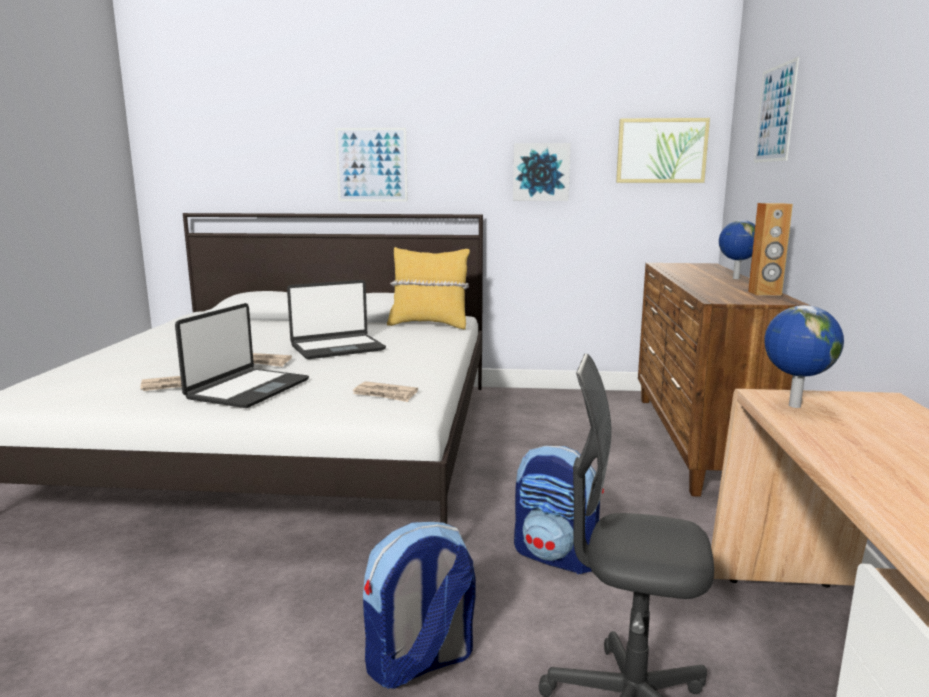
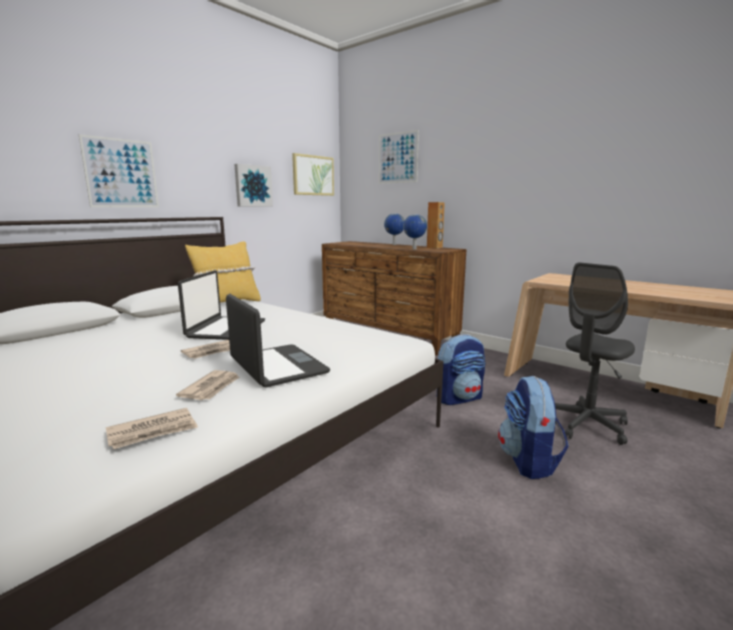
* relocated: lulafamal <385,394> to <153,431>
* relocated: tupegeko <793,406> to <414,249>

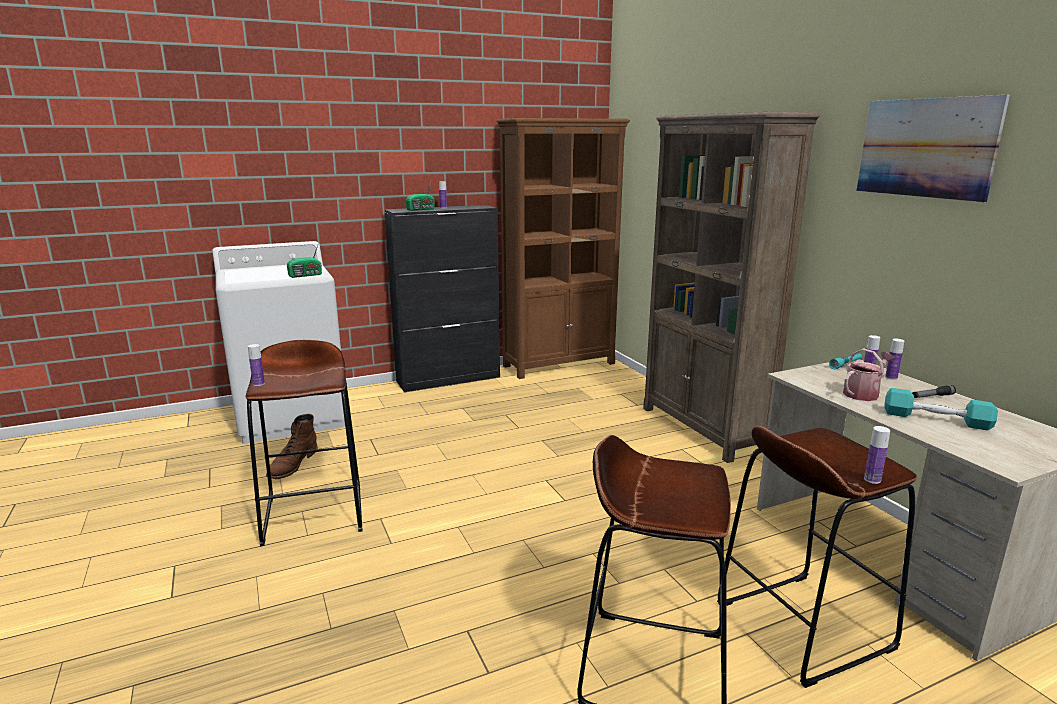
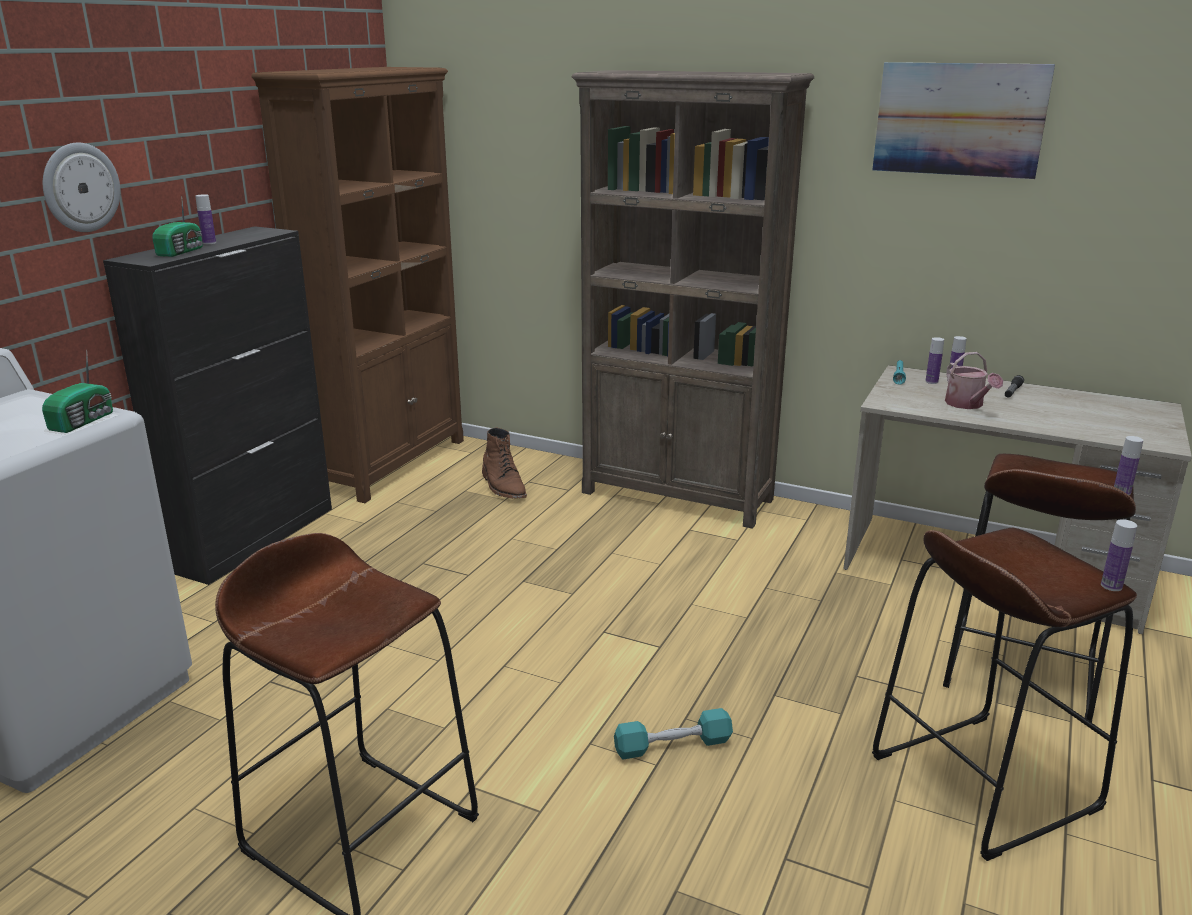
* appeared: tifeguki <80,187>
* relocated: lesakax <258,384> to <1111,586>
* relocated: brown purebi <292,464> to <503,486>
* relocated: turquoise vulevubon <936,419> to <672,745>
* spun: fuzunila <863,393> = <967,405> 150 degrees clockwise

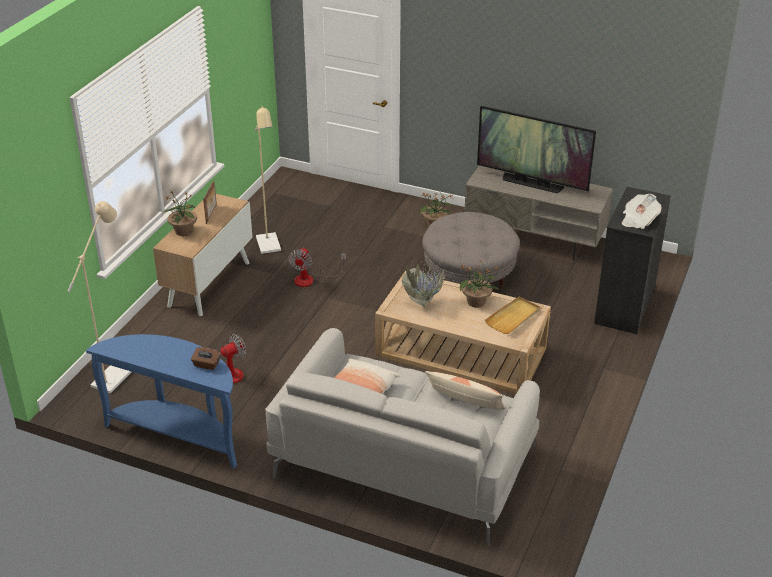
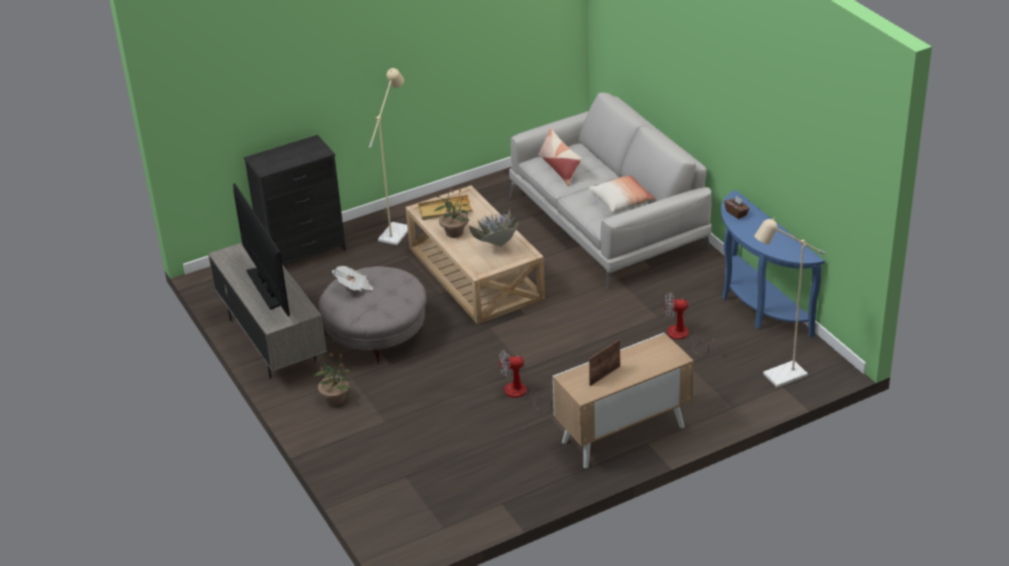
* missing: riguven <183,231>
* relocated: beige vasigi <269,247> to <397,230>
* relocated: lulafamal <638,220> to <354,287>
* spun: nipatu <310,279> = <522,394> 150 degrees counterclockwise

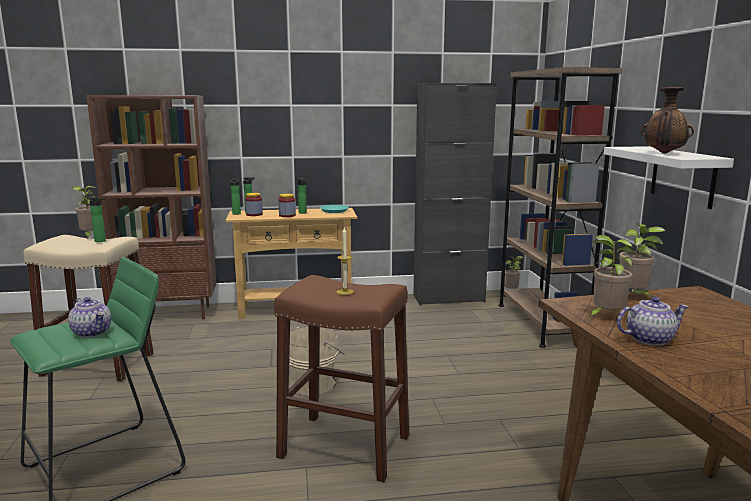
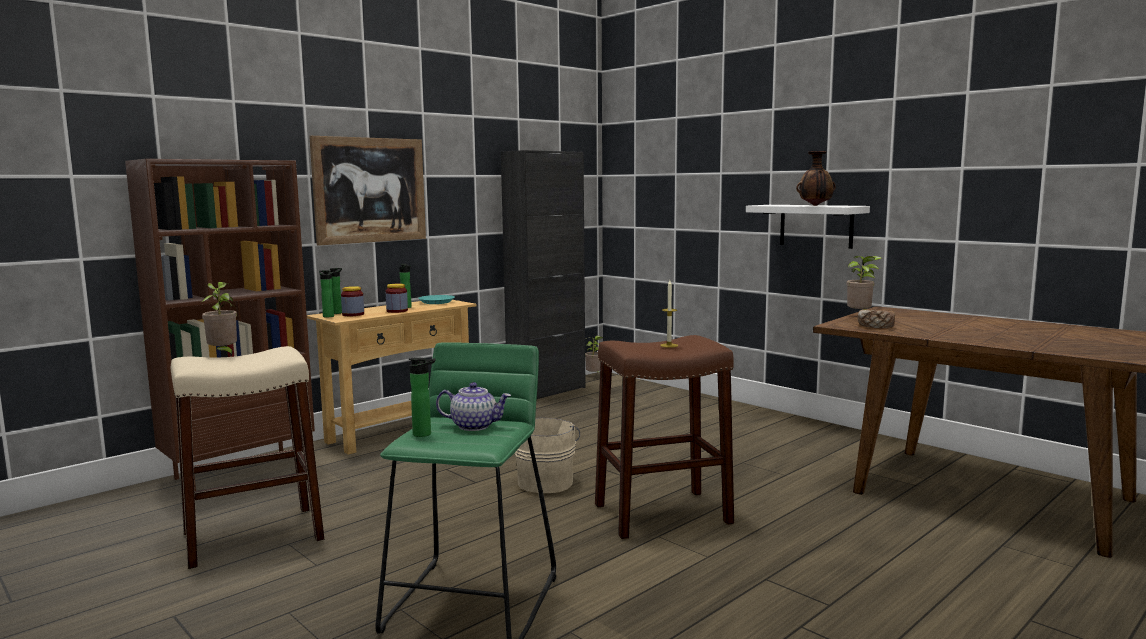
* missing: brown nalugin <541,323>
* missing: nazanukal <649,339>
* appeared: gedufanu <370,190>
* relocated: lesakax <101,241> to <425,434>
* exchanged: riguven <605,316> to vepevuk <876,327>

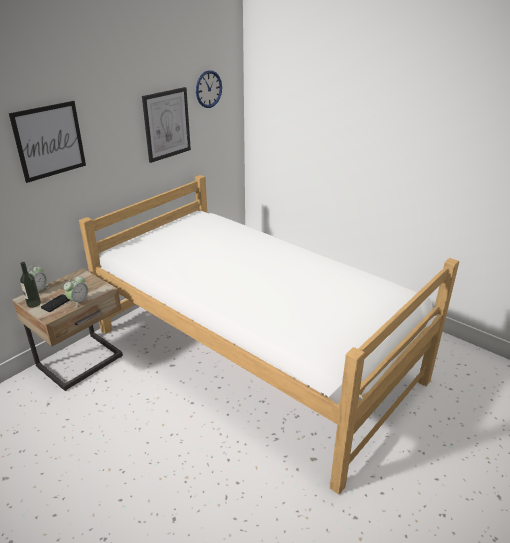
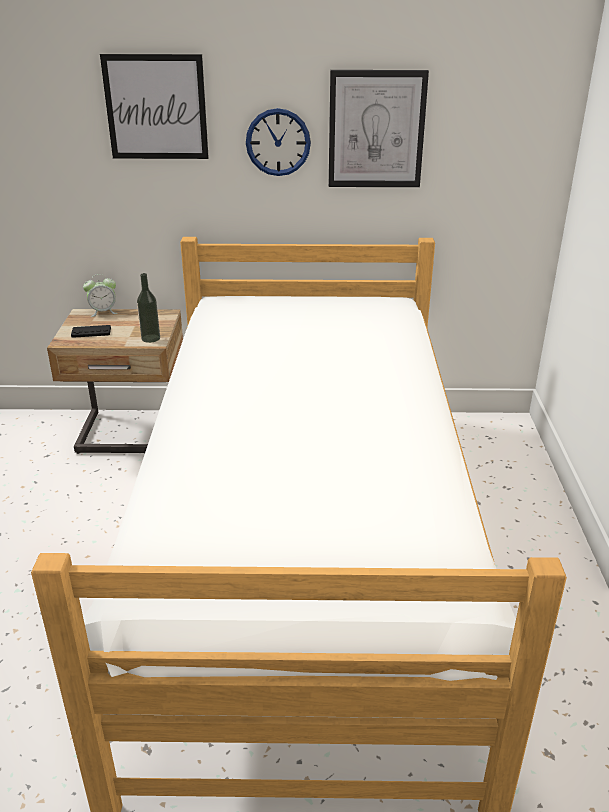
* missing: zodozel <79,301>
* relocated: lesakax <34,304> to <150,338>
* relocated: tifeguki <208,89> to <278,142>

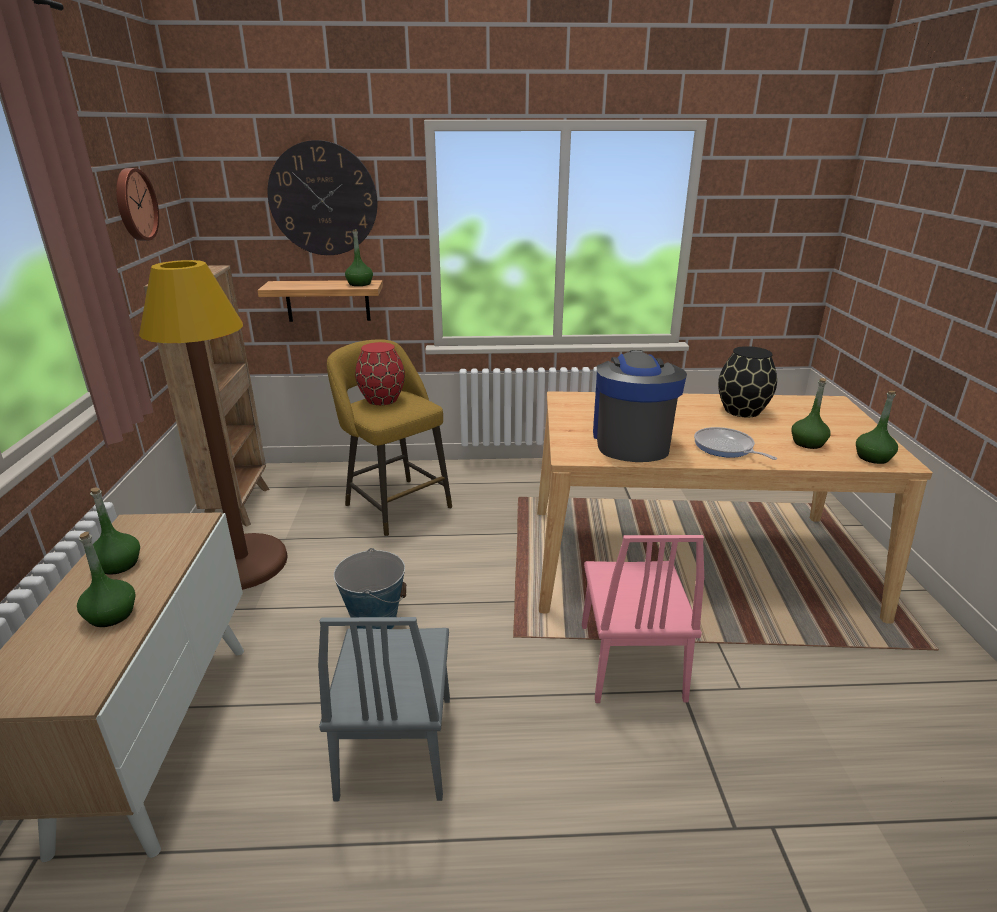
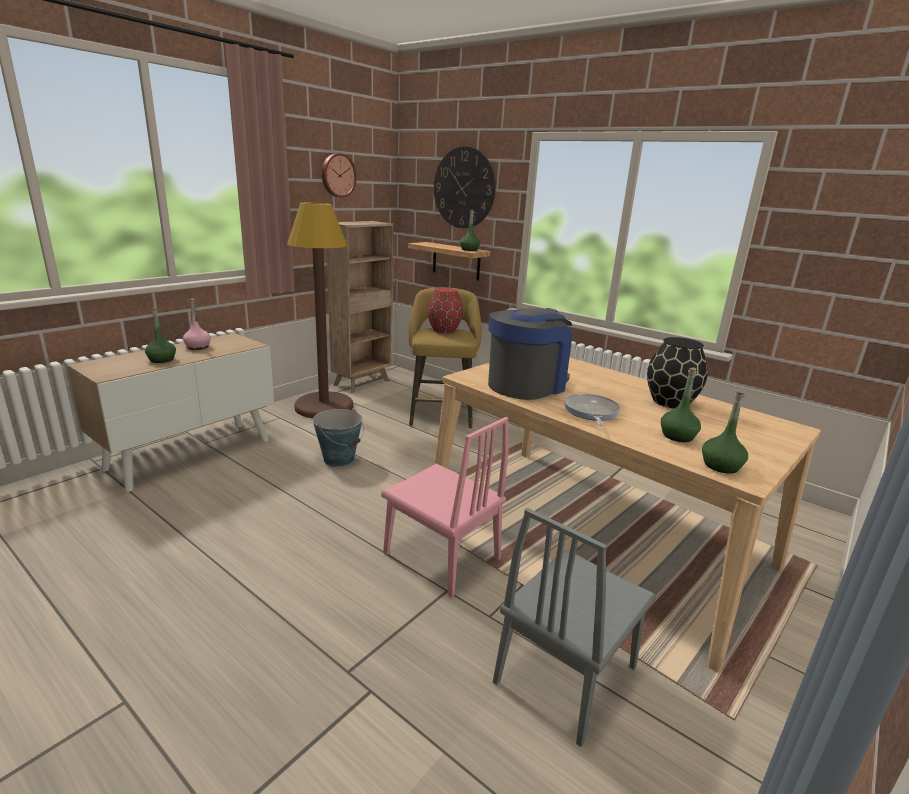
* relocated: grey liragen <396,745> to <566,674>
* colour: green lesakax <119,564> to pink lesakax <198,347>
* spun: pink liragen <631,661> = <441,556> 90 degrees counterclockwise

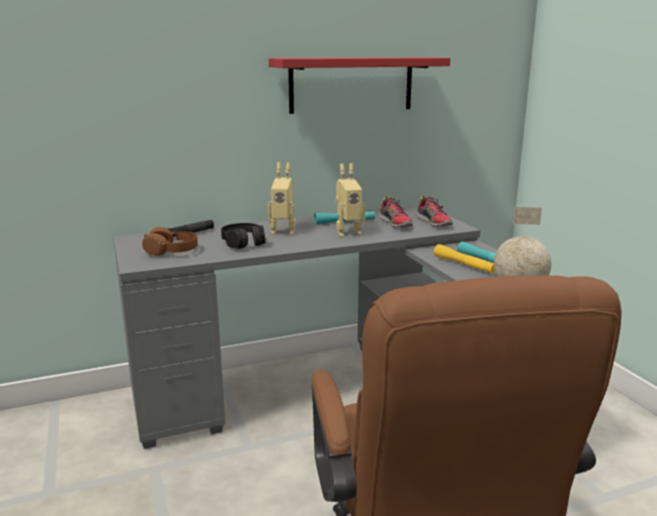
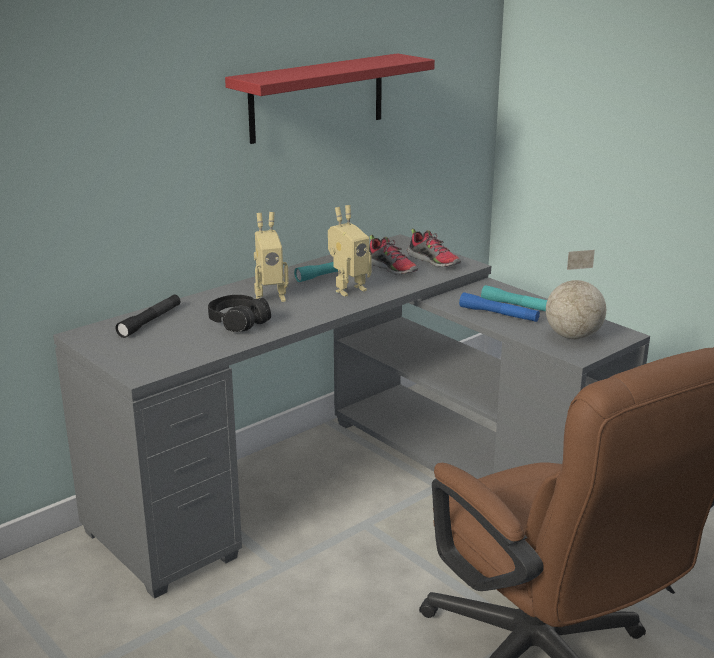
* missing: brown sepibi <172,251>
* colour: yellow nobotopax <464,265> to blue nobotopax <498,314>

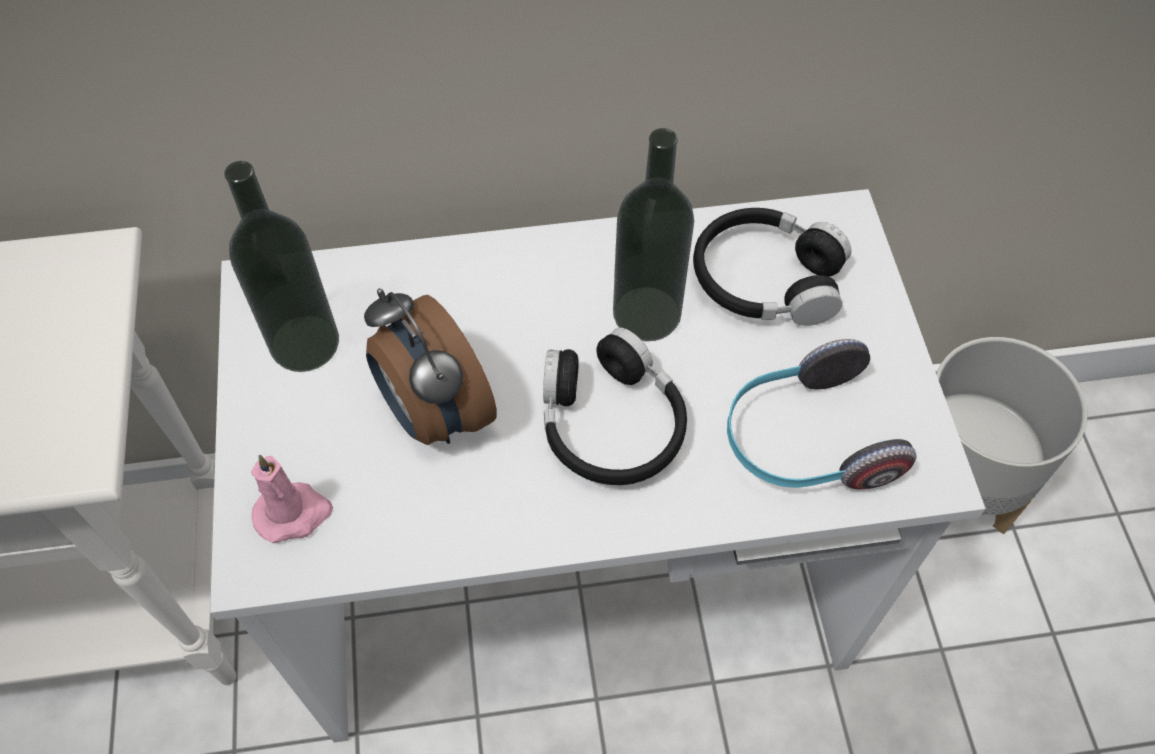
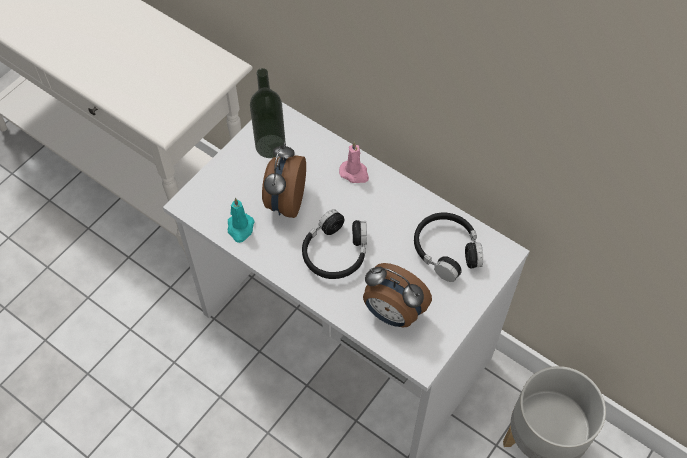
* missing: lesakax <646,313>
* appeared: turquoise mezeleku <240,228>
* relocated: pink mezeleku <293,513> to <354,173>
* exchanged: sepibi <804,441> to zodozel <392,313>

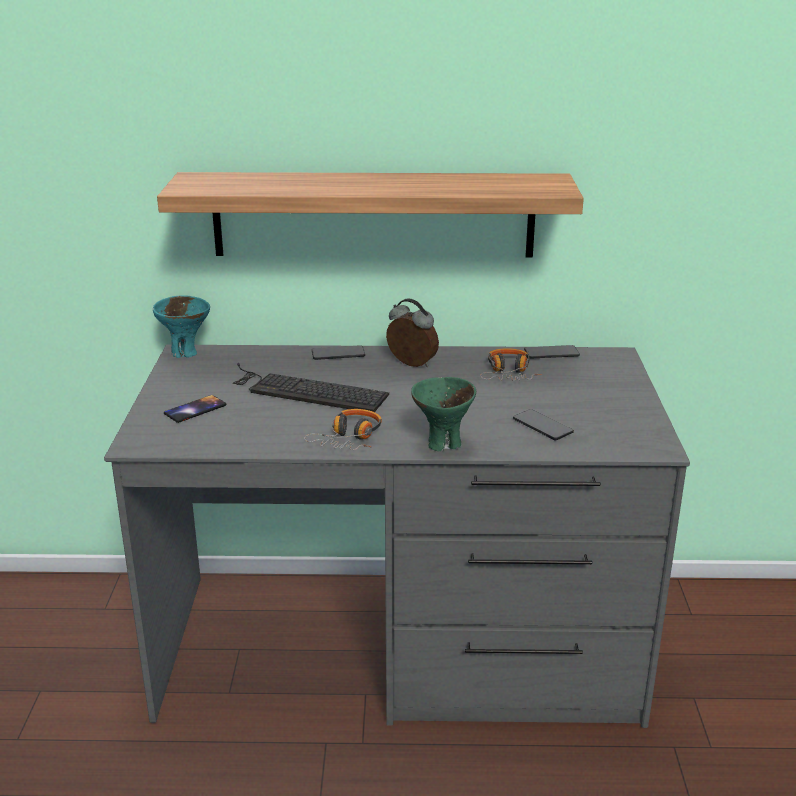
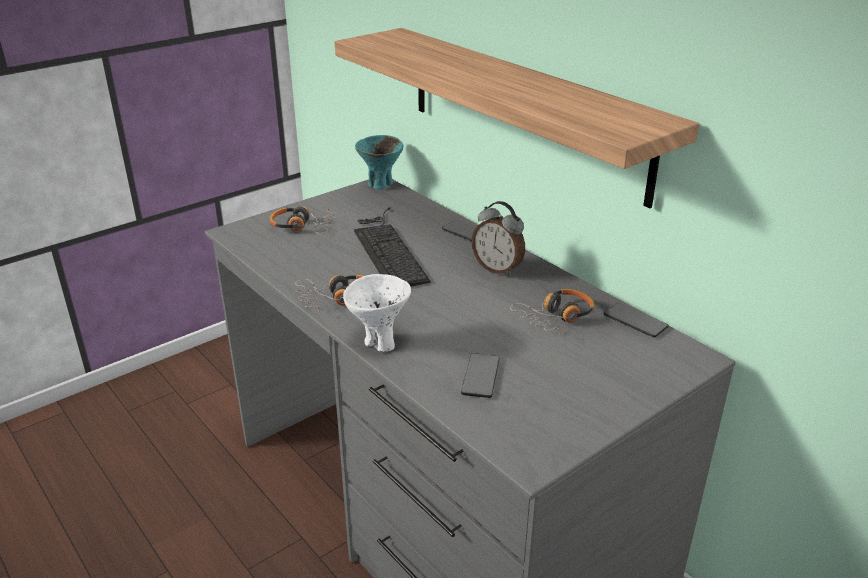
* exchanged: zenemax <195,409> to sepibi <303,226>
* colour: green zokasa <443,444> to white zokasa <380,342>
* spun: zodozel <411,365> = <498,268> 135 degrees clockwise

